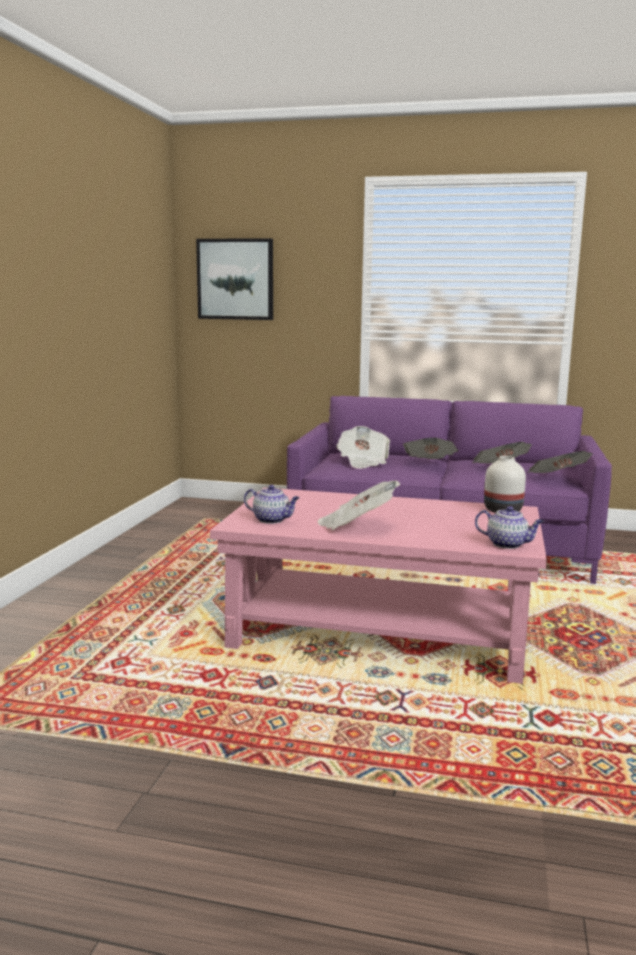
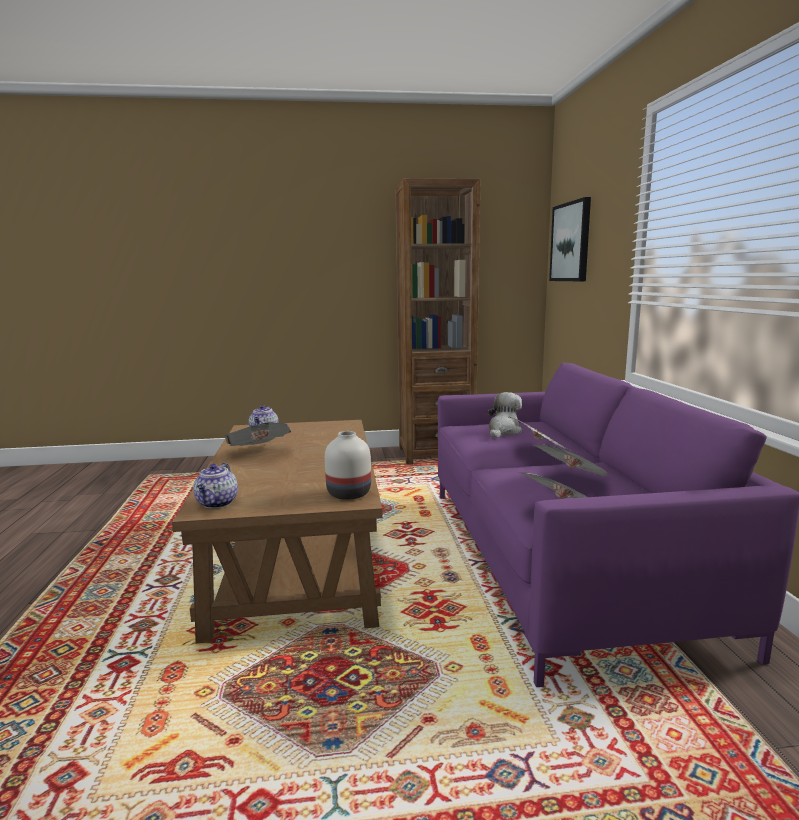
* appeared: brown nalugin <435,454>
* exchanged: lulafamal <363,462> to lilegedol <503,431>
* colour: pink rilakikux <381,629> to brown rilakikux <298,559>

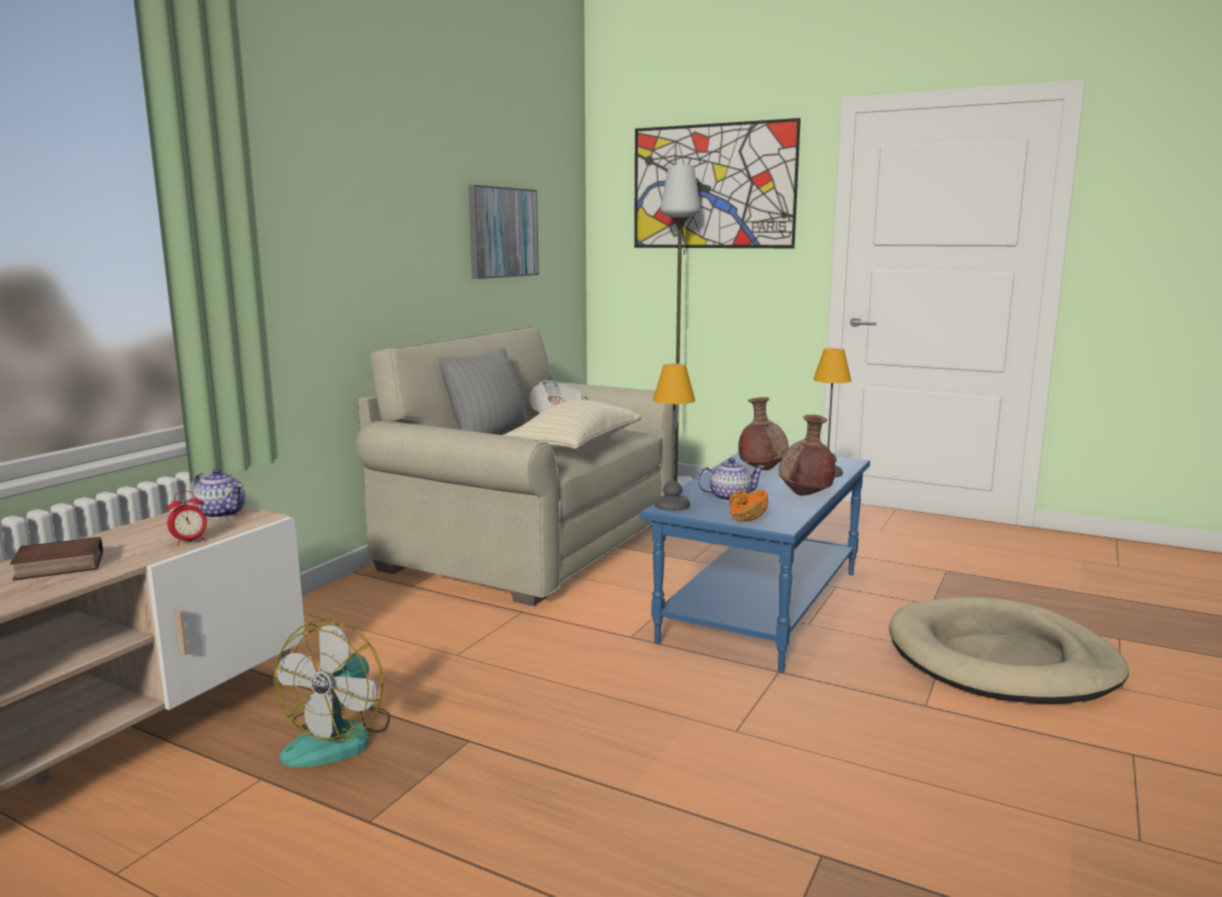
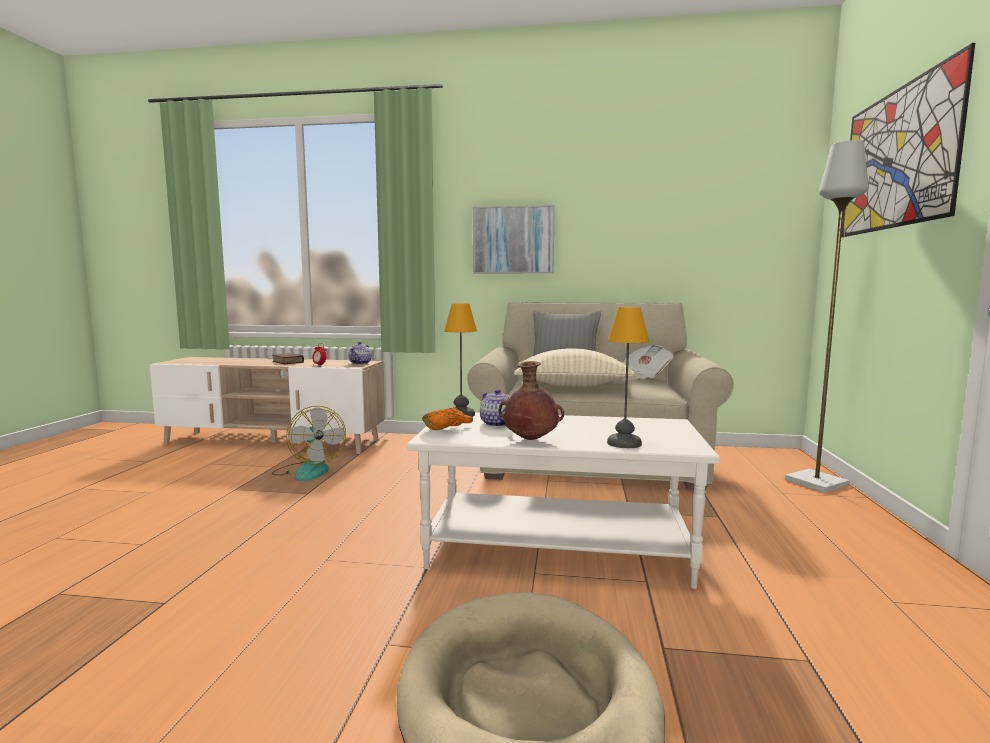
* missing: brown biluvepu <761,470>
* relocated: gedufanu <502,232> to <513,240>
* colour: blue rilakikux <760,605> to white rilakikux <558,548>
* spun: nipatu <339,737> = <308,470> 120 degrees counterclockwise

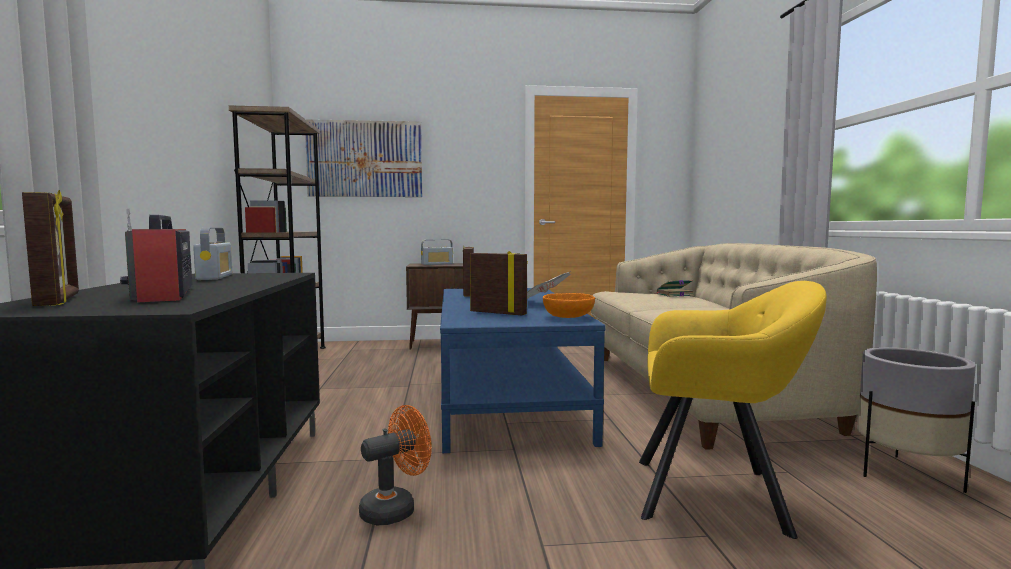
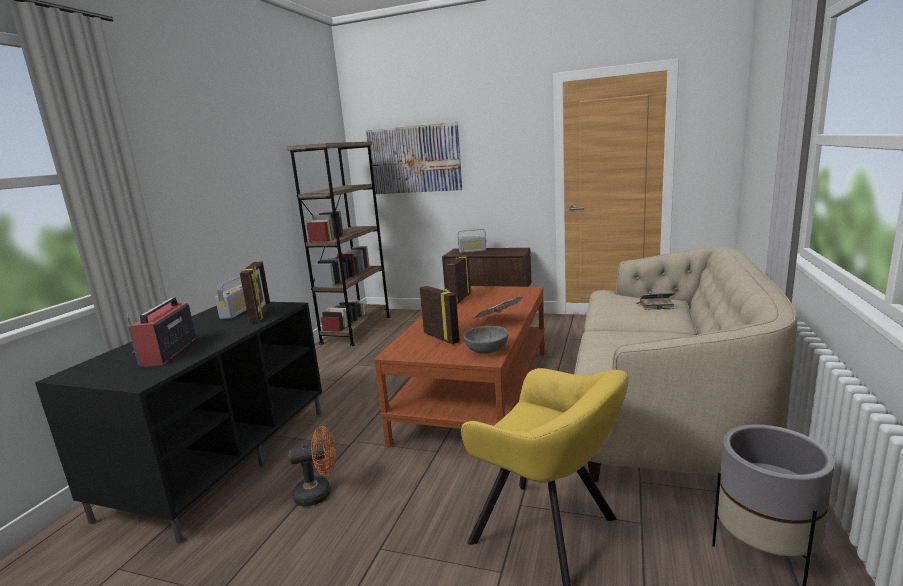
* relocated: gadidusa <59,300> to <261,315>
* colour: blue rilakikux <506,398> to brown rilakikux <477,393>
* colour: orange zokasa <567,317> to grey zokasa <486,350>

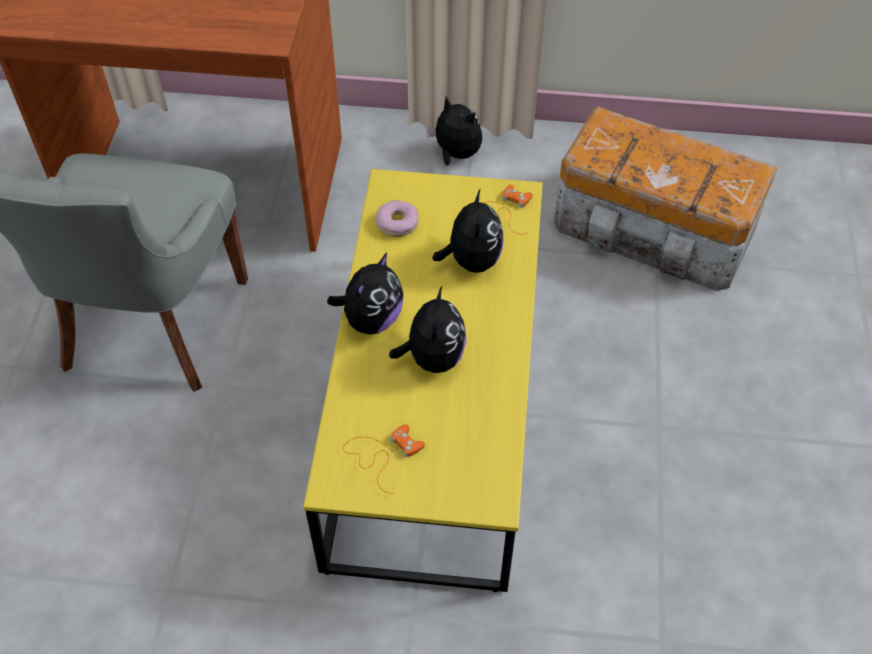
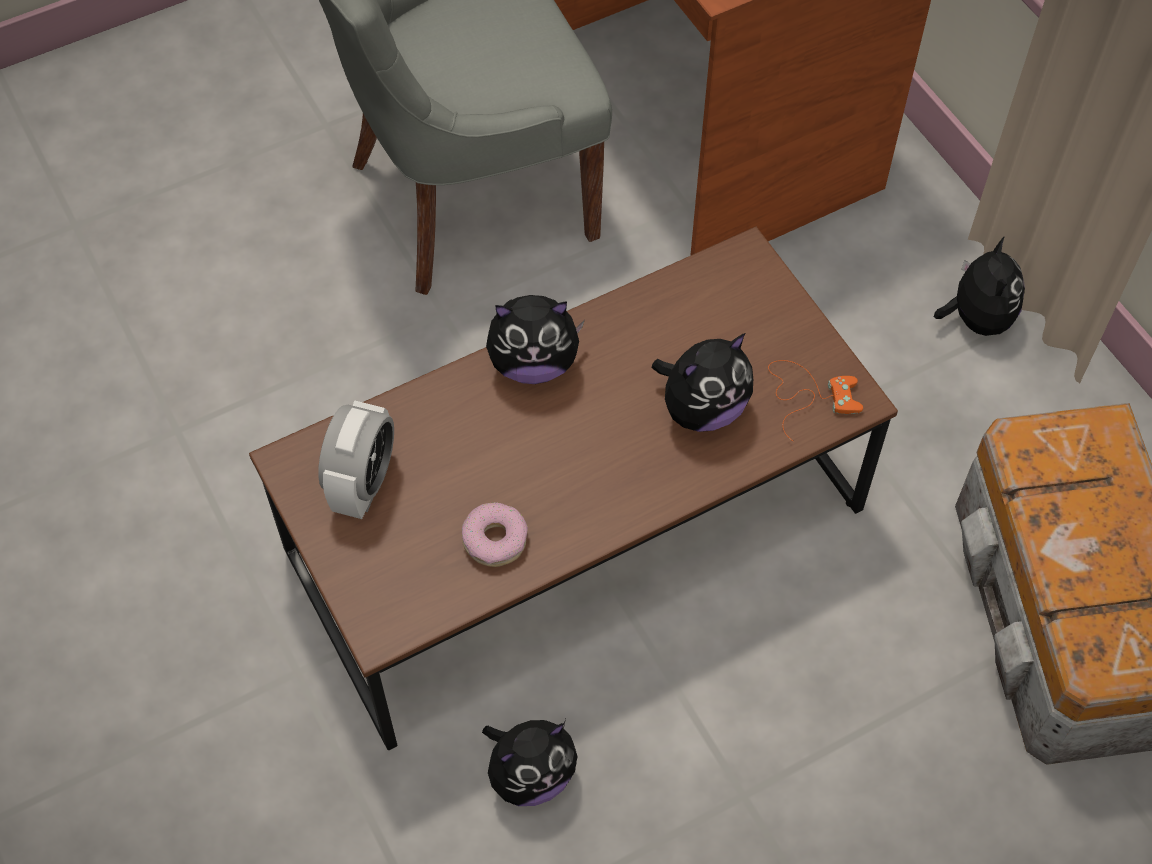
* relocated: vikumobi <397,223> to <494,540>
* relocated: lilegedol <433,358> to <530,774>
* exchanged: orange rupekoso <382,454> to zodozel <363,484>
* colour: yellow rilakikux <436,408> to brown rilakikux <576,533>

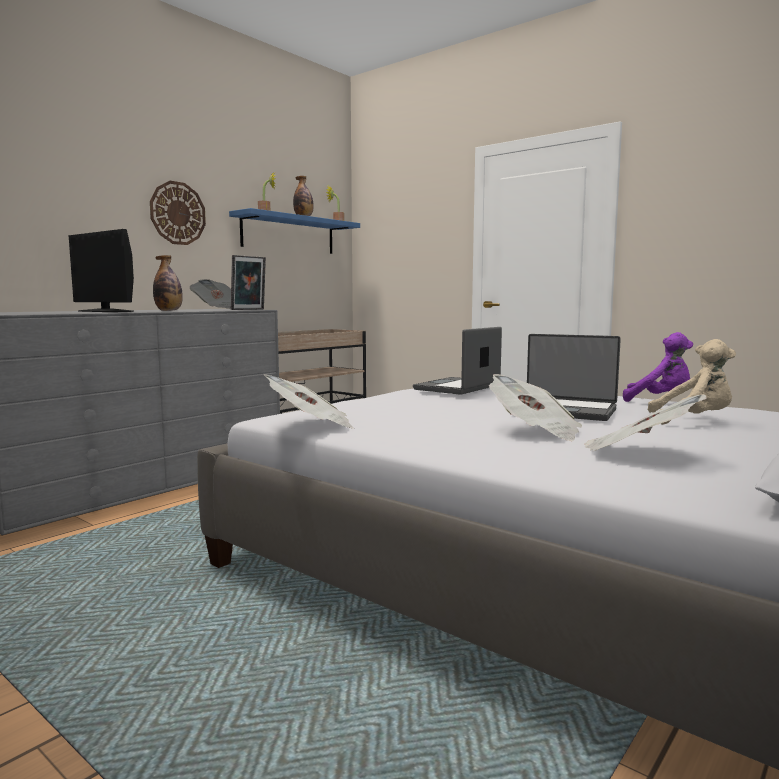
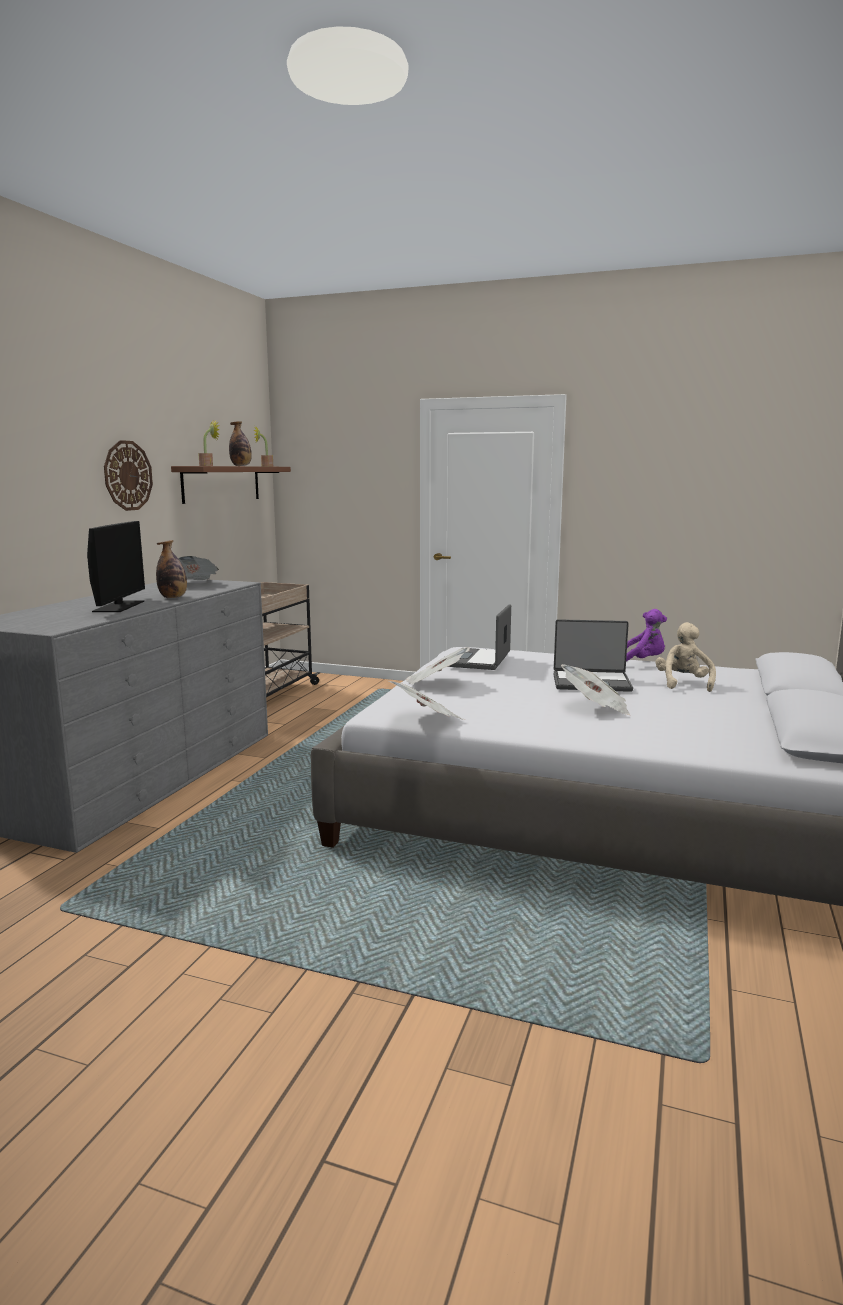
* missing: gadidusa <249,309>
* relocated: lulafamal <637,453> to <435,683>
* colour: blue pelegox <289,234> to brown pelegox <221,483>
* spun: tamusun <105,311> = <119,606> 105 degrees counterclockwise
* spun: beige lilegedol <693,420> = <683,684> 75 degrees counterclockwise

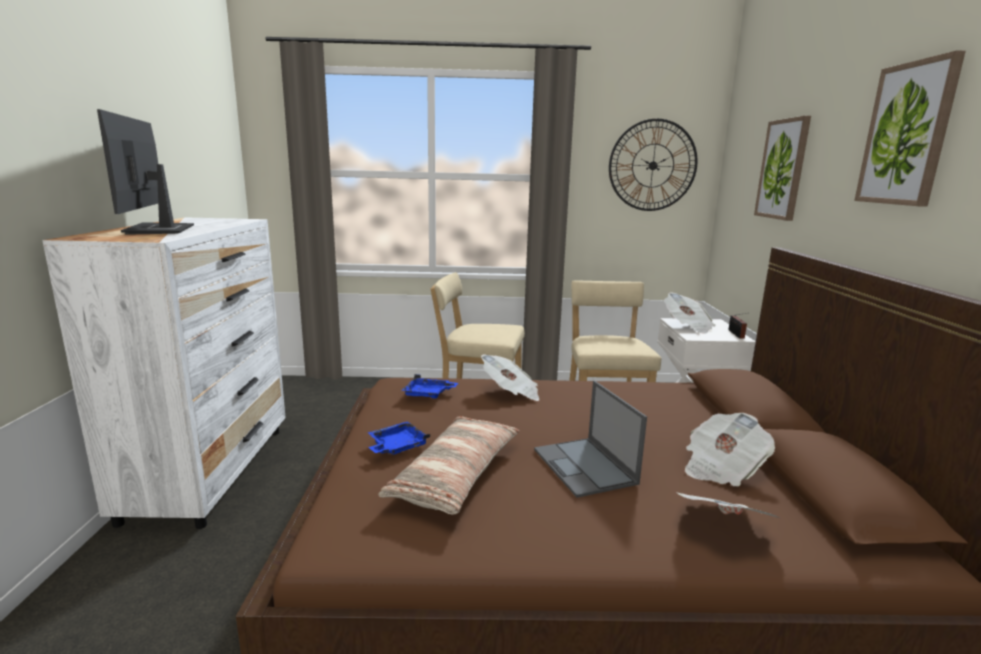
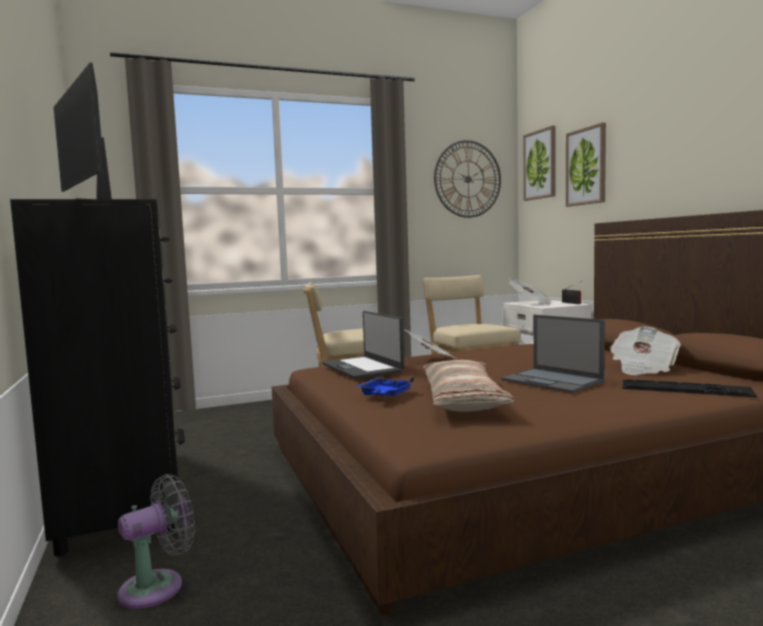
* appeared: grey nipatu <158,587>
* relocated: gedufanu <907,134> to <540,164>
* exchanged: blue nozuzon <428,394> to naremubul <362,368>
* exchanged: lulafamal <723,527> to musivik <685,389>
* colour: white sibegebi <211,471> to black sibegebi <126,495>

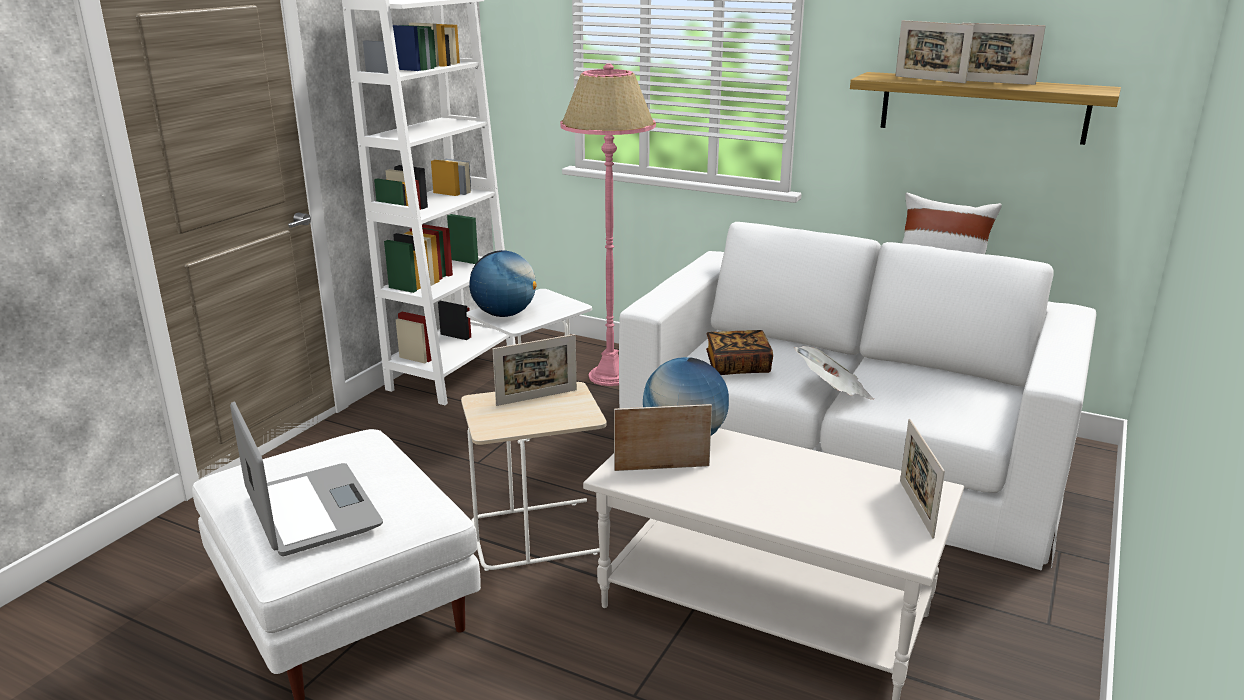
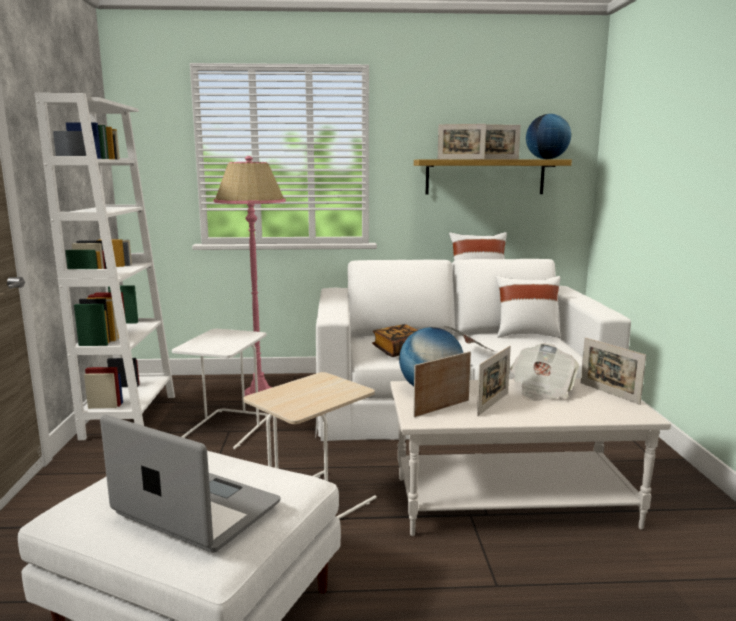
* appeared: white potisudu <526,334>
* appeared: lulafamal <541,390>
* relocated: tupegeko <504,314> to <546,159>
* relocated: gadidusa <537,397> to <493,404>

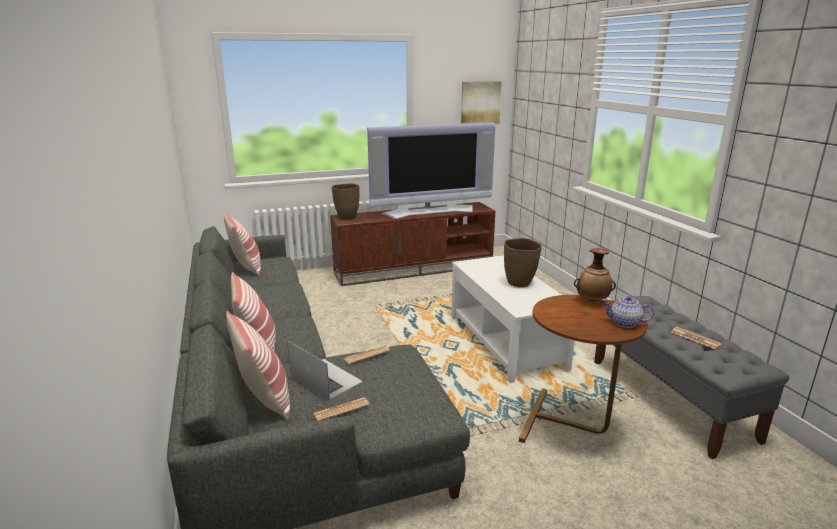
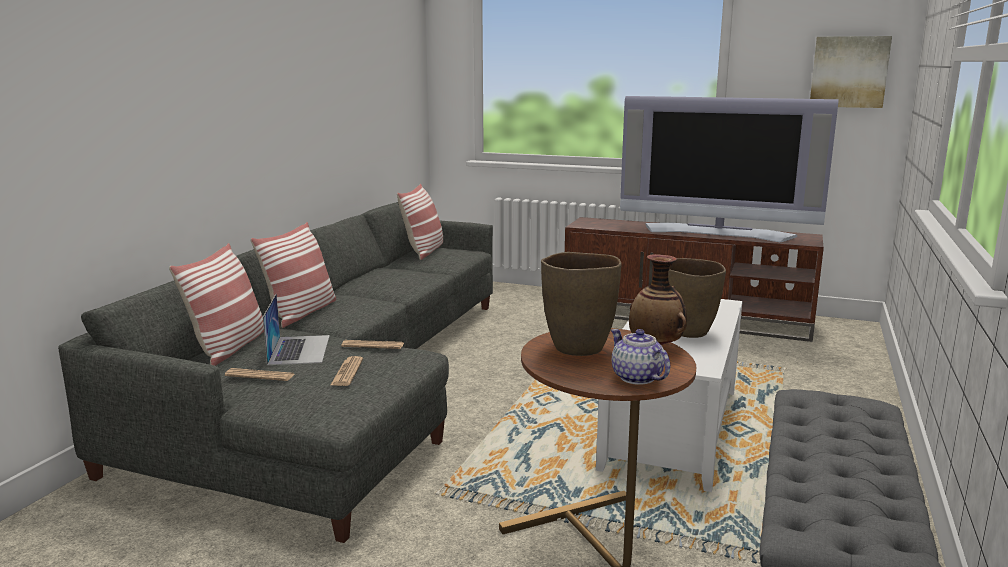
* relocated: brown biluvepu <347,217> to <578,348>
* relocated: lulafamal <695,338> to <347,372>

